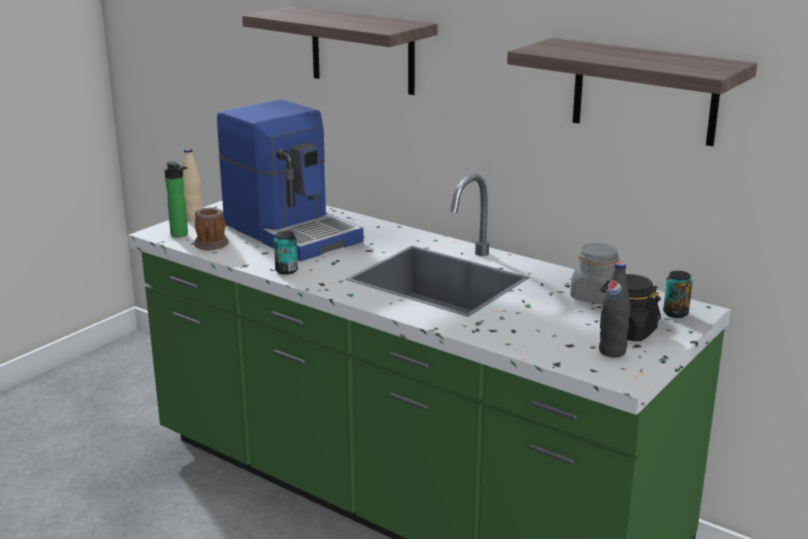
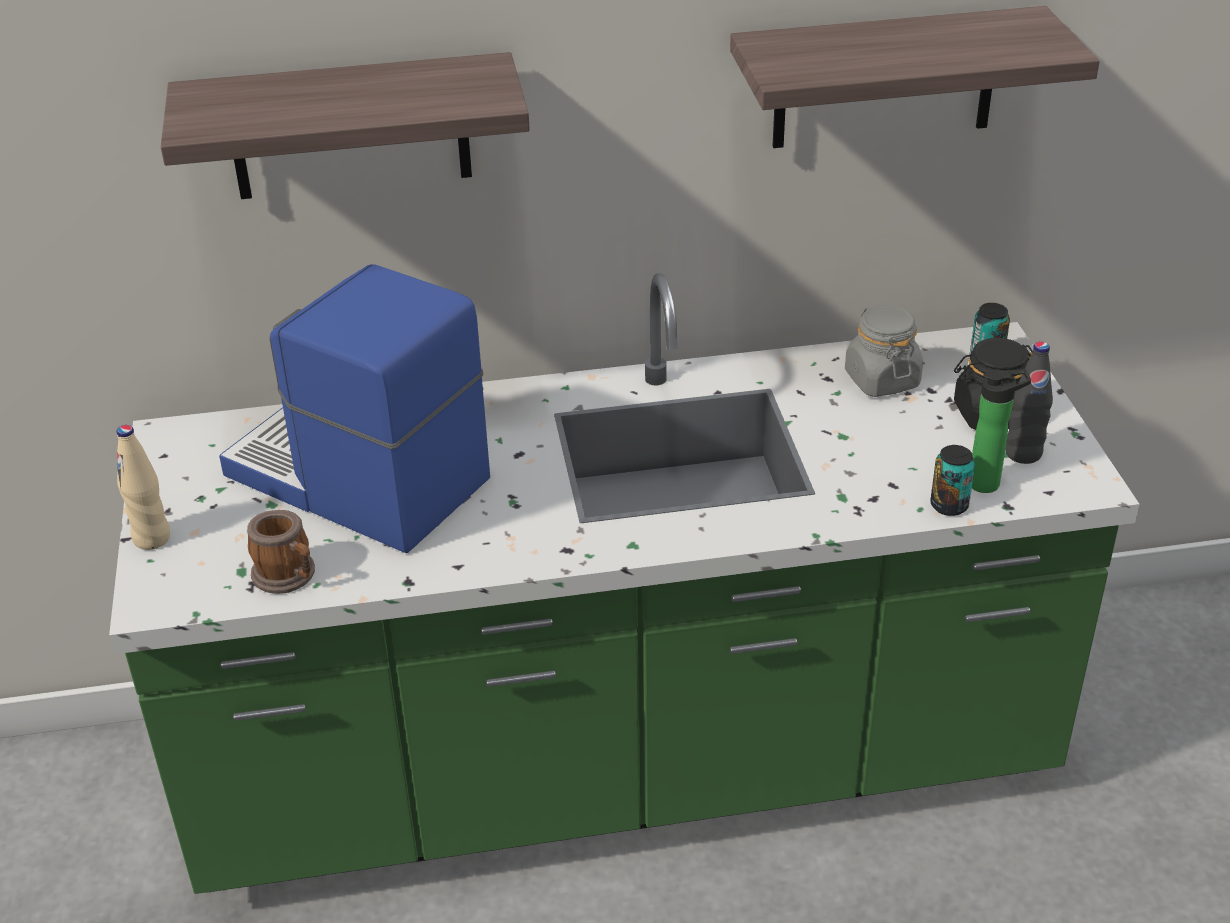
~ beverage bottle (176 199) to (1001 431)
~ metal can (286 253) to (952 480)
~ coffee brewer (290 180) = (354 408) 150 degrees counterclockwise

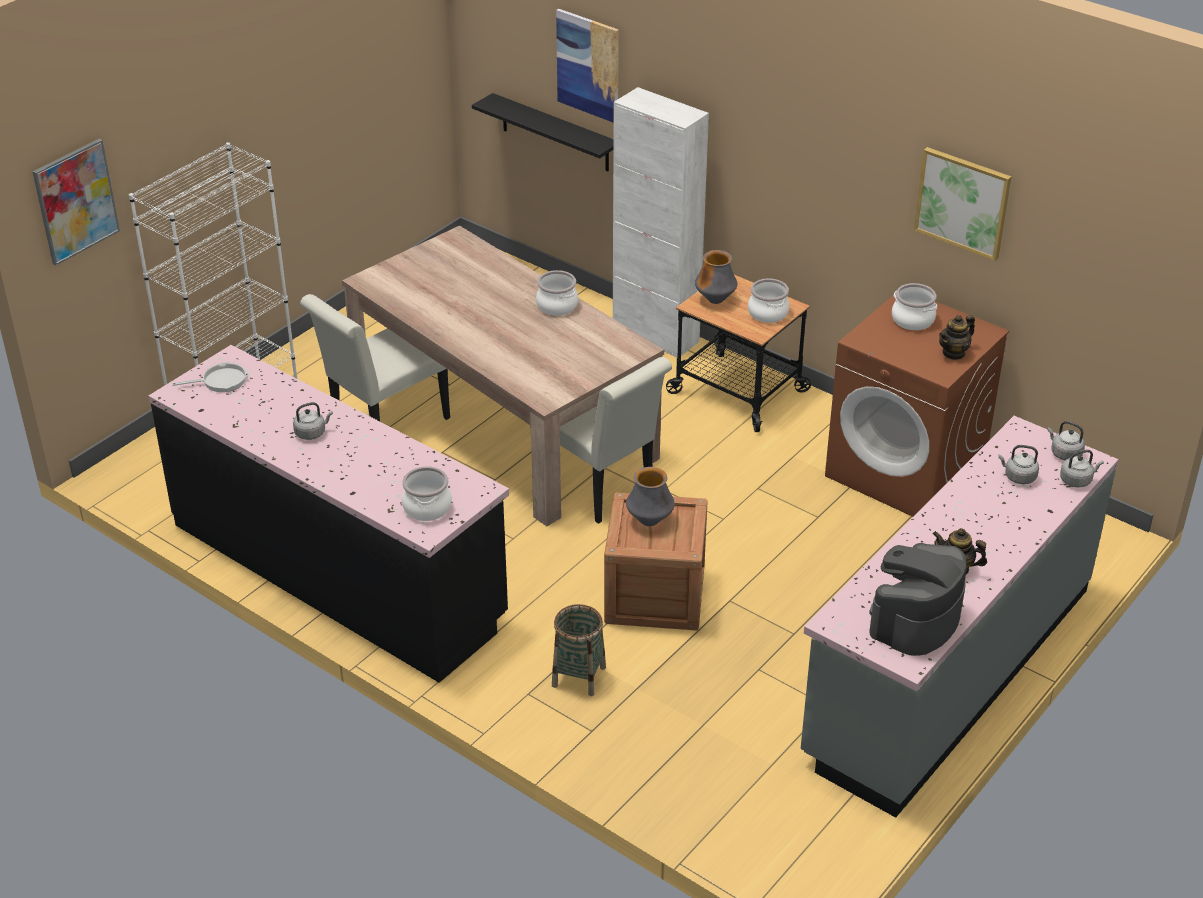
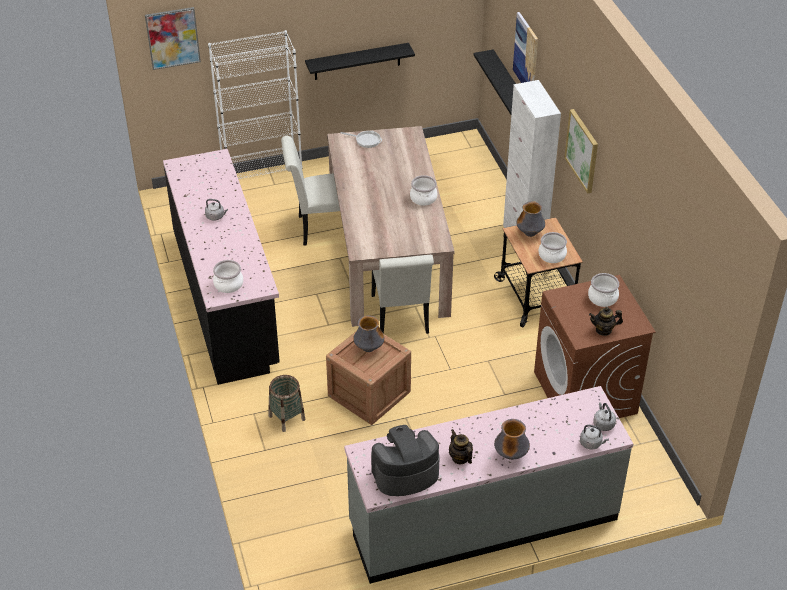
- greyish kettle (1018 464)
+ black-coloured bracket shelf (360 61)
+ vase (512 439)
~ frying pan (210 377) to (361 139)
~ picture (962 204) to (581 151)

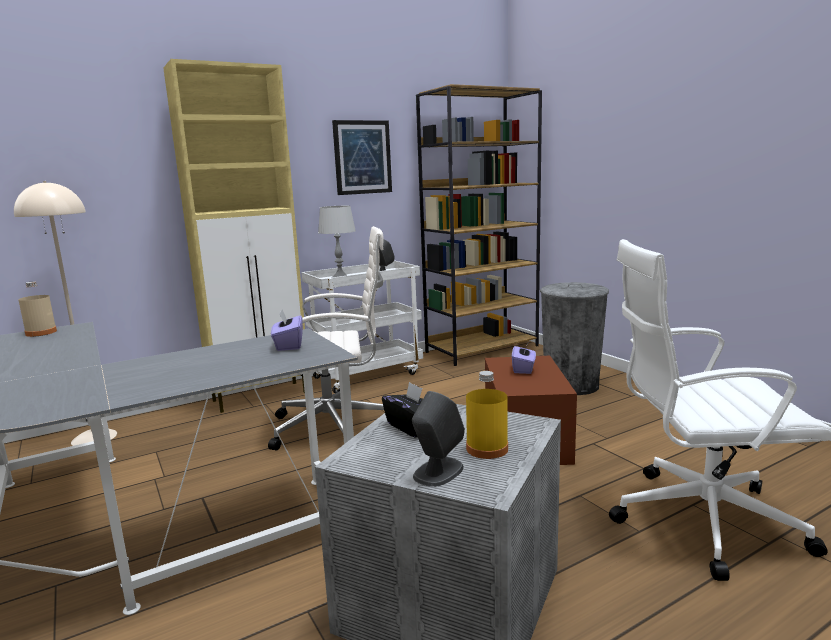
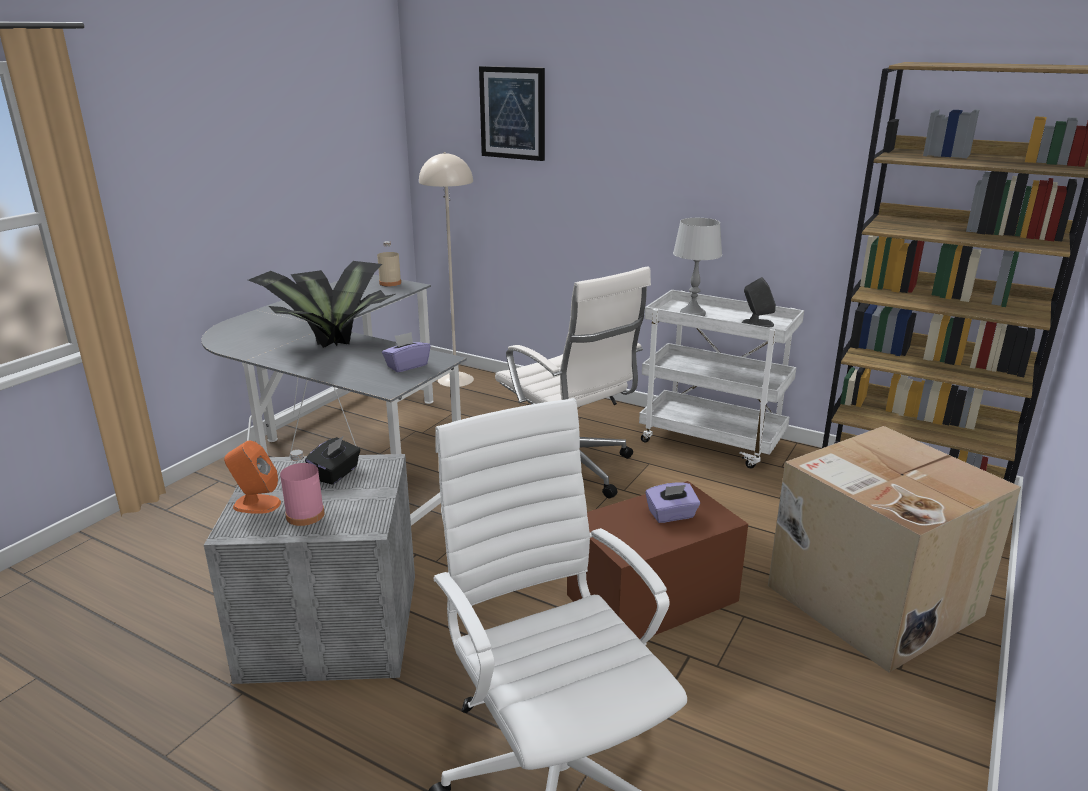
- beige cupboard (234 236)
+ plant in a pot (321 304)
~ picture (362 157) to (512 113)
~ greyish waste bin (574 338) to cardboard box (894 549)
~ greyish loudspeaker (438 439) to orange-coloured loudspeaker (252 477)
~ yellow beverage bottle (487 415) to pink beverage bottle (302 488)

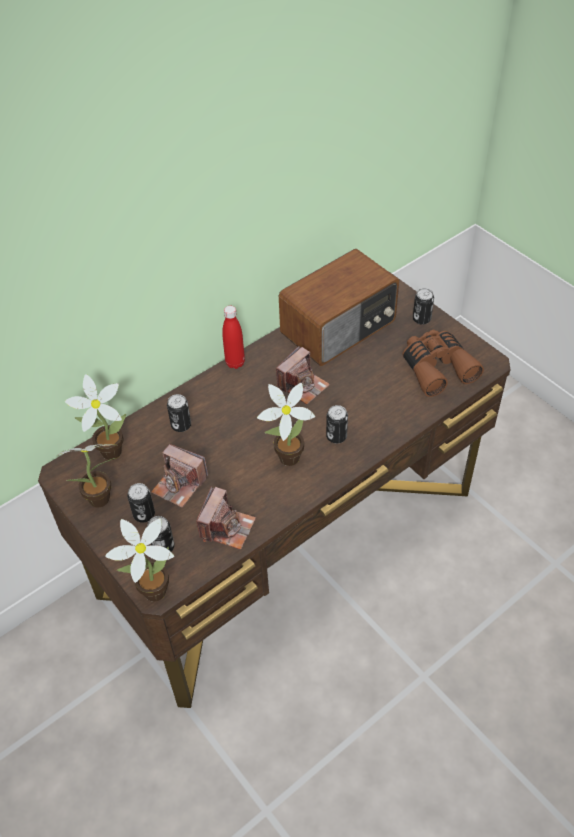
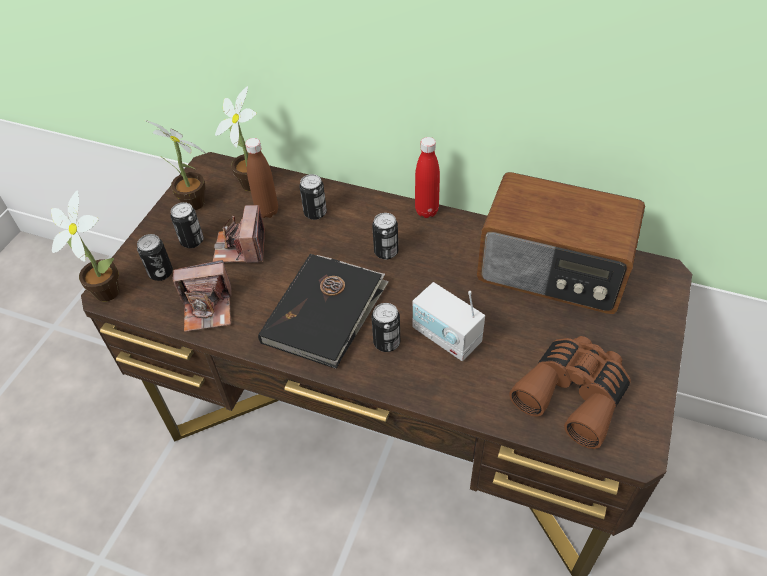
- still camera (303 375)
+ brownish beverage bottle (261 178)
+ radio set (448 321)
~ metal can (423 306) to (385 236)
~ plant in a pot (286 424) to black-coloured book (323 311)

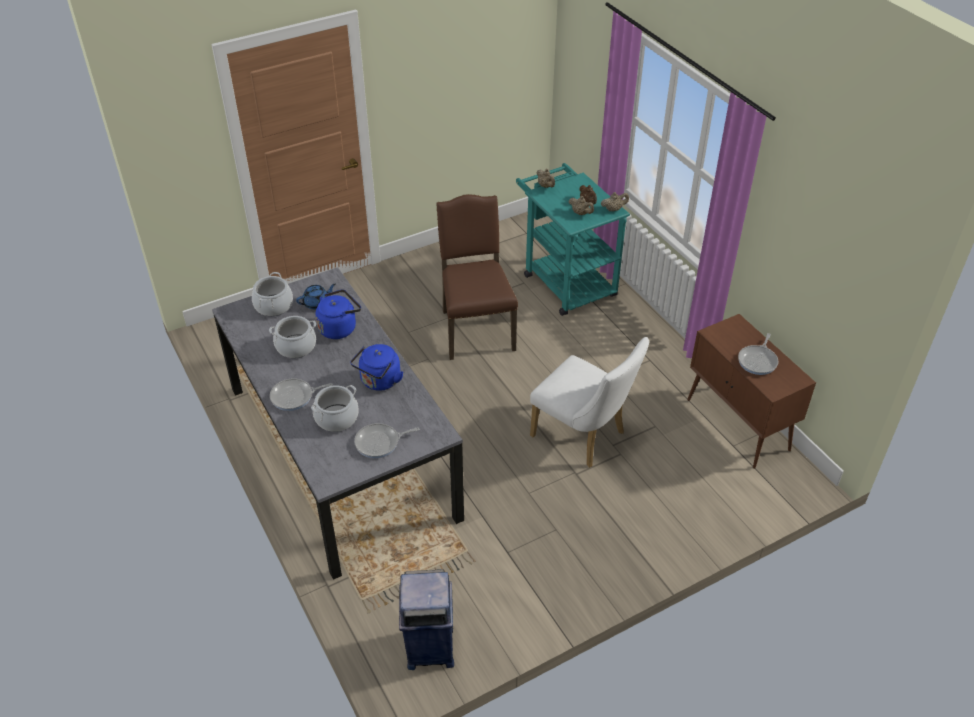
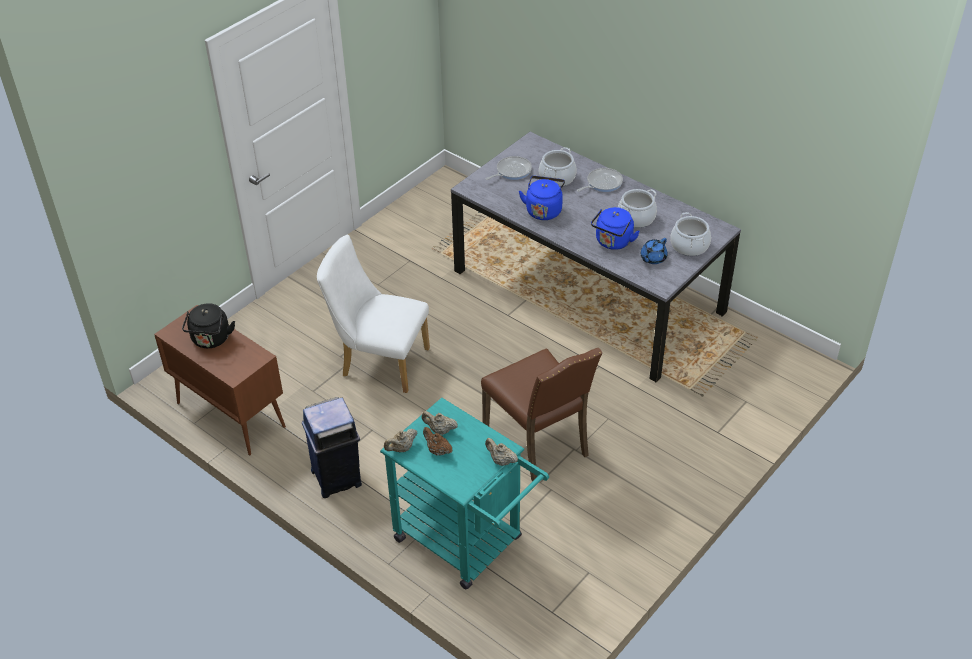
~ bluish waste bin (426 619) to (332 447)
~ frying pan (758 354) to black-coloured kettle (208 325)

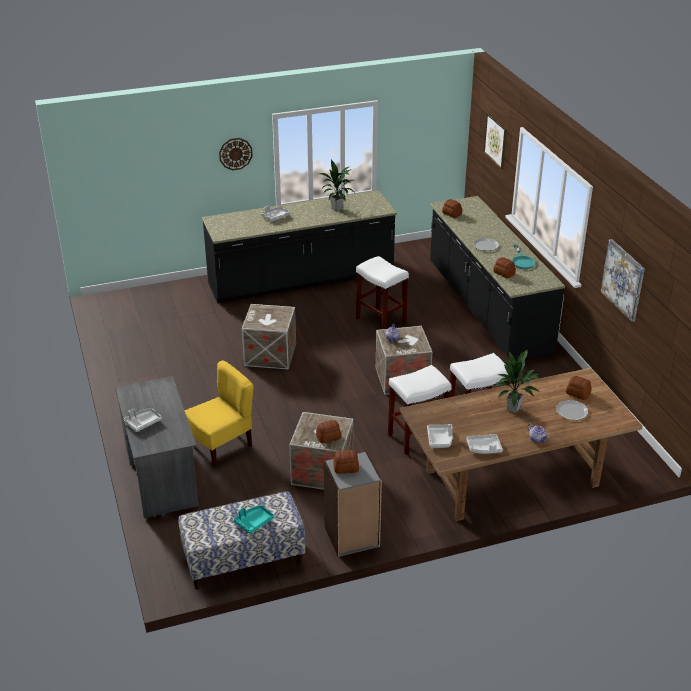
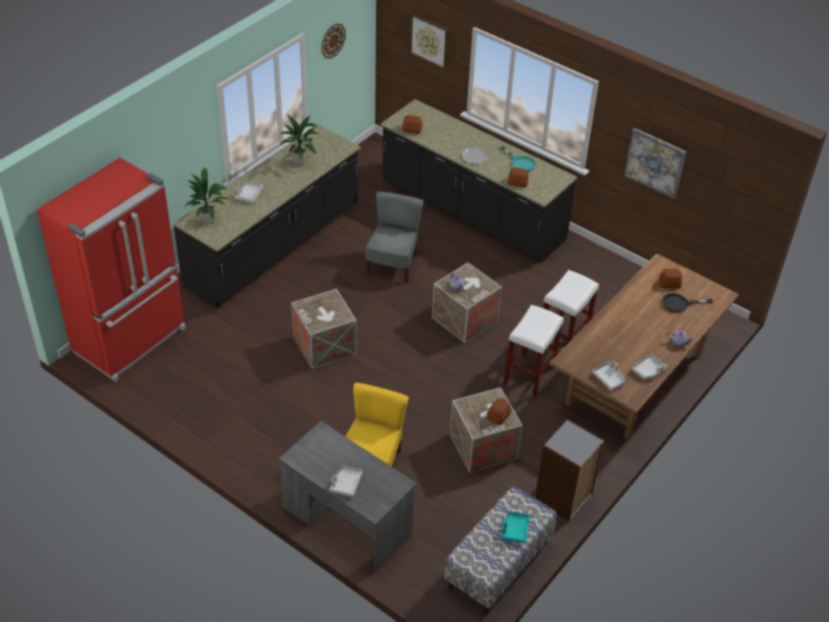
- baked bread (346 462)
+ red fridge (111 270)
~ hanging clock (236 154) to (334 41)
~ plant in a pot (516 381) to (205 195)
~ white-coloured stool seat (382 292) to greyish upright chair (394 237)
~ flat dish (572 410) to black-coloured frying pan (687 303)

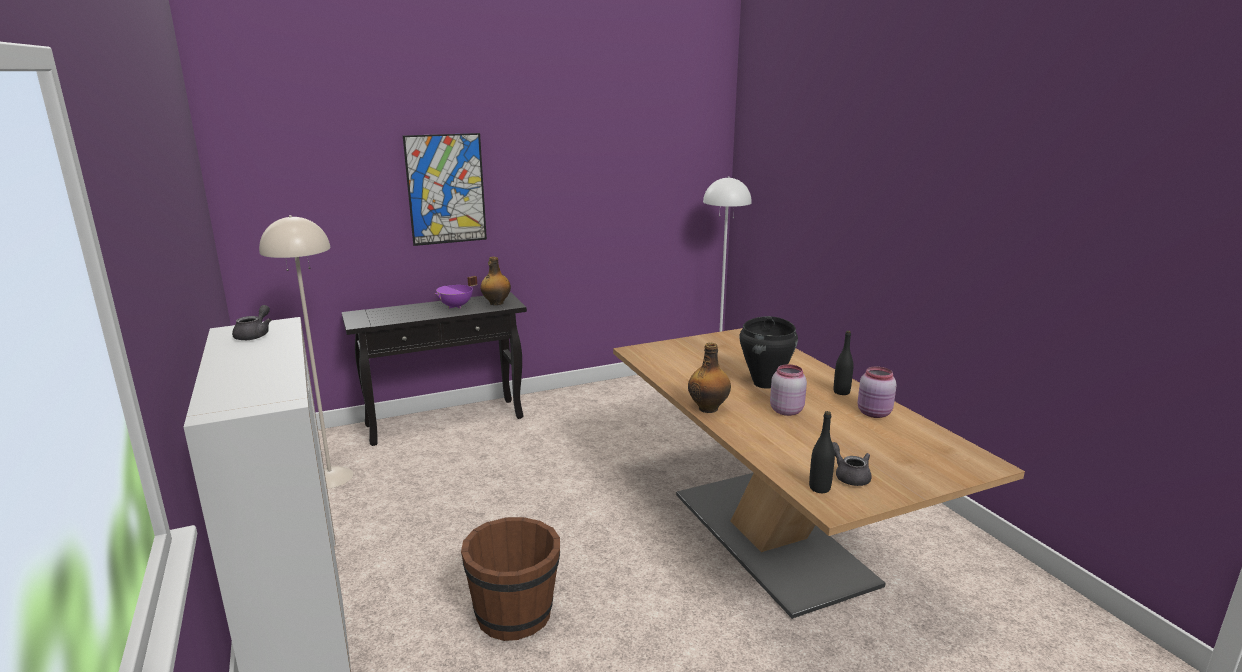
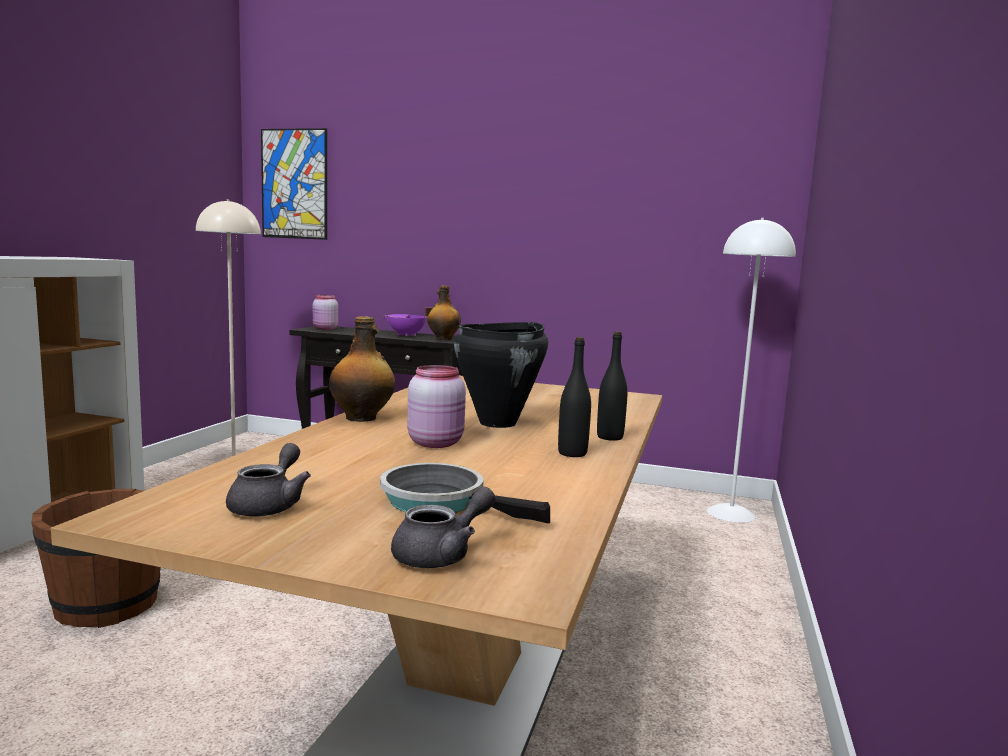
+ frying pan (465 493)
~ greyish pot for tea (251 322) to (443 527)
~ picture (445 189) to (294 184)
~ black-coloured beverage bottle (822 452) to (612 386)
~ pink storage jar (877 392) to (325 312)

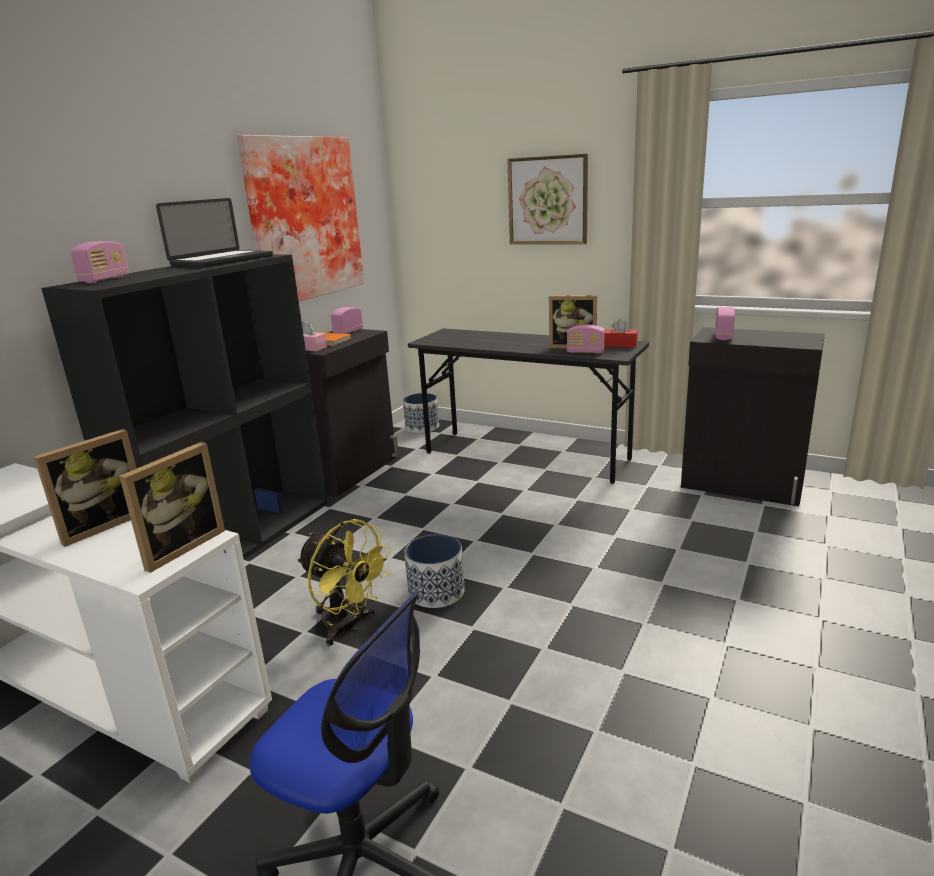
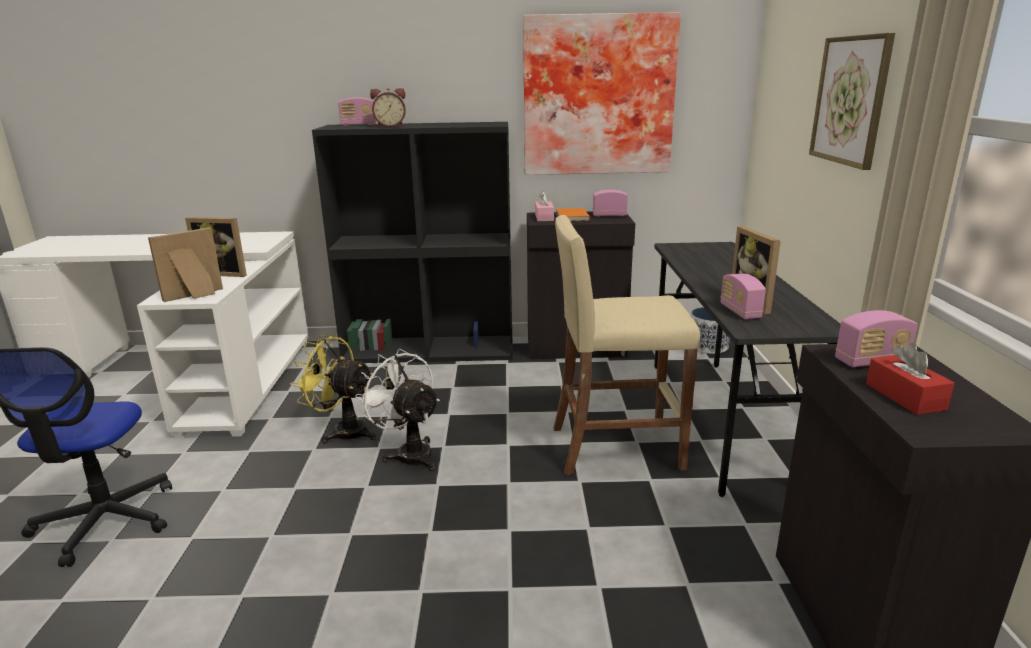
- notebook computer (214 232)
+ bedside clock (388 107)
+ beige stool seat (626 345)
~ red box of tissues (620 332) to (910 379)
~ planter (434 571) to white-coloured fan (397 410)
~ picture frame (172 507) = (185 264) 135 degrees clockwise
~ yellow fan (344 582) = (333 389) 105 degrees clockwise

